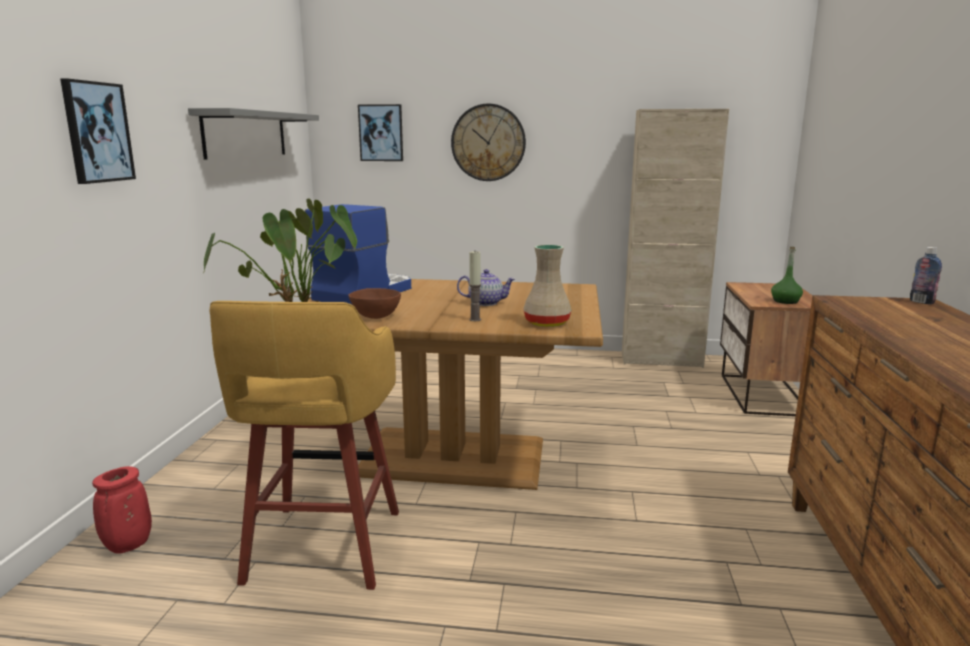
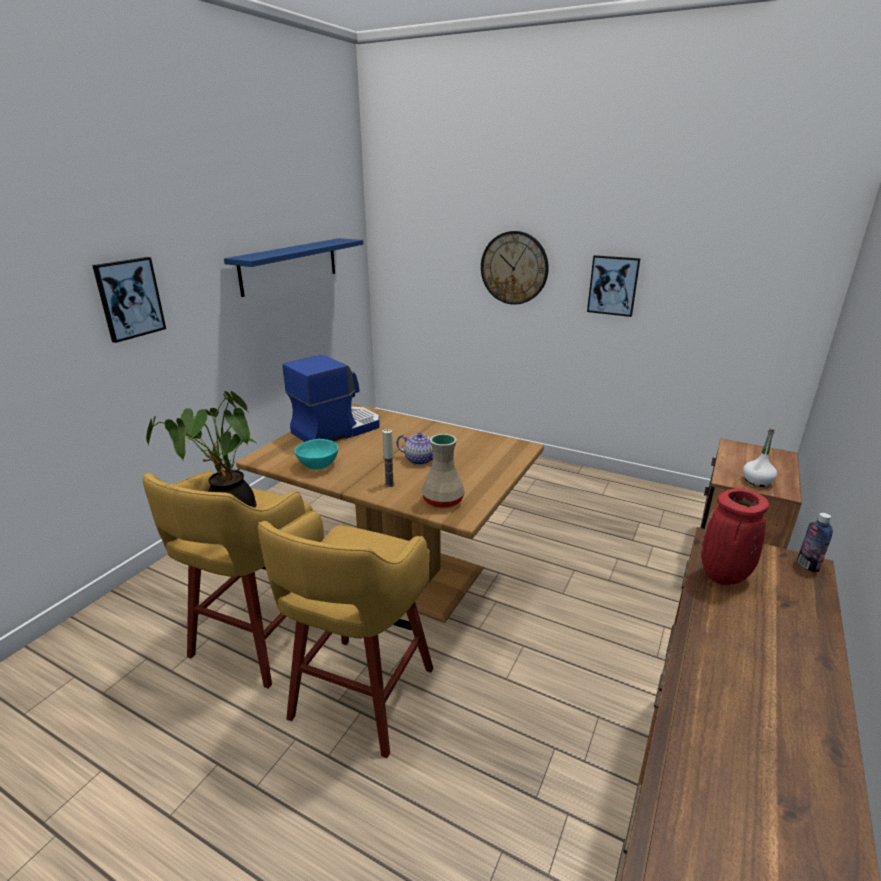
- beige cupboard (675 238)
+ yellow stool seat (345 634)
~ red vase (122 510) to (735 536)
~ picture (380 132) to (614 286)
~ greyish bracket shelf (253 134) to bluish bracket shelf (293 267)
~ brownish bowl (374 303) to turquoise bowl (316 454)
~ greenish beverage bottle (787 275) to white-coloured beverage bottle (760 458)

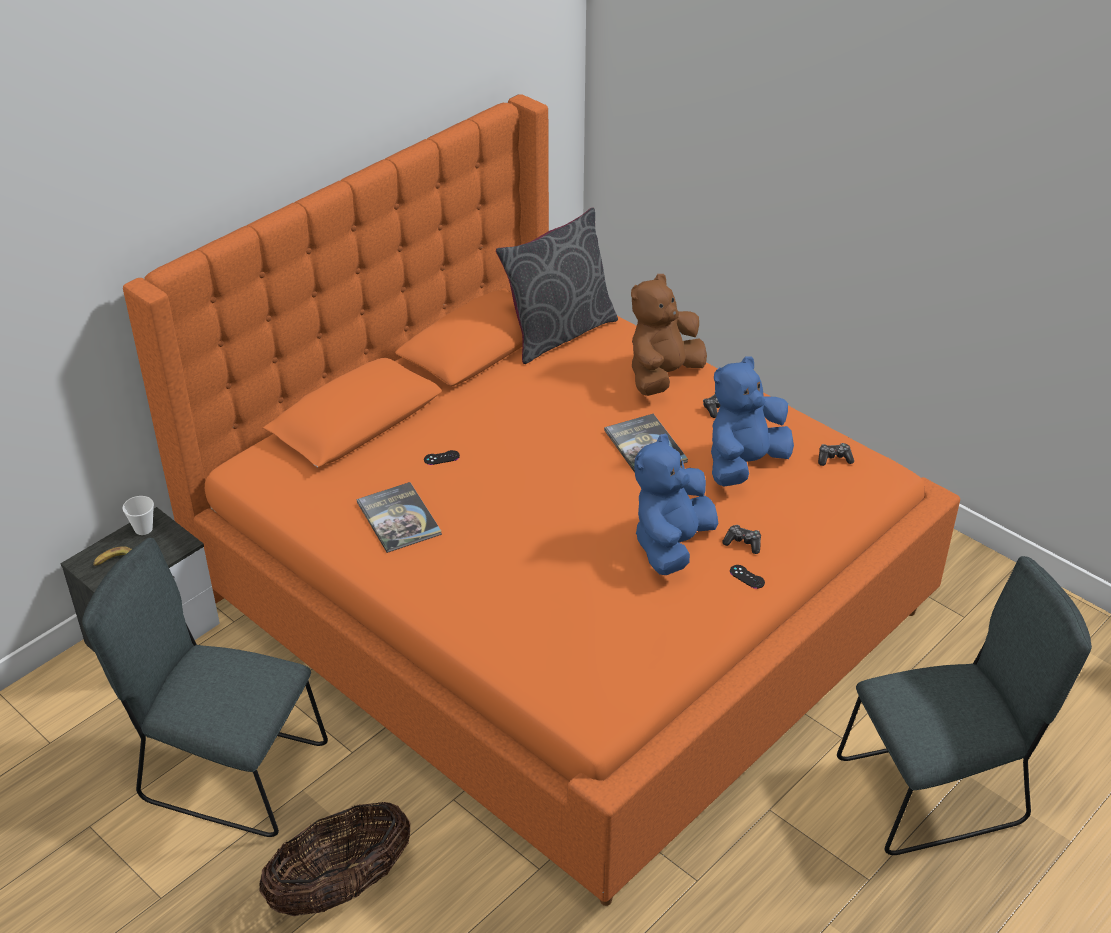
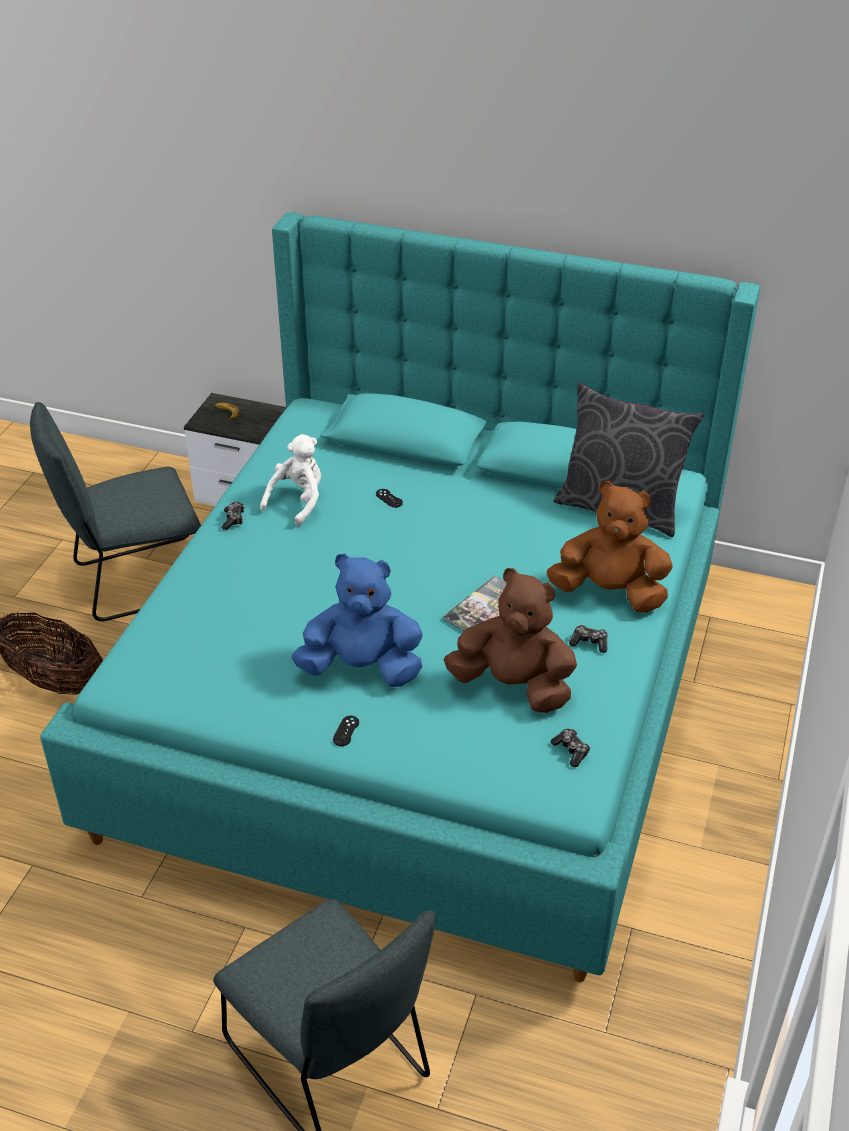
- drinking cup (138 515)
~ joypad (741 539) to (233 516)
~ book (399 517) to white-coloured cuddly toy (290 480)
~ orange-coloured bedroom bed (541 500) to turquoise bedroom bed (400 597)
~ bluish cuddly toy (752 421) to brownish cuddly toy (510 640)
~ greyish upright chair (205 687) = (115 511) 105 degrees counterclockwise

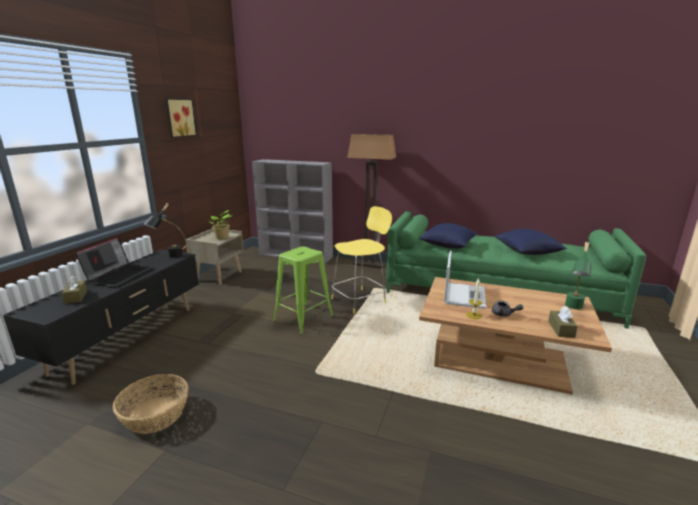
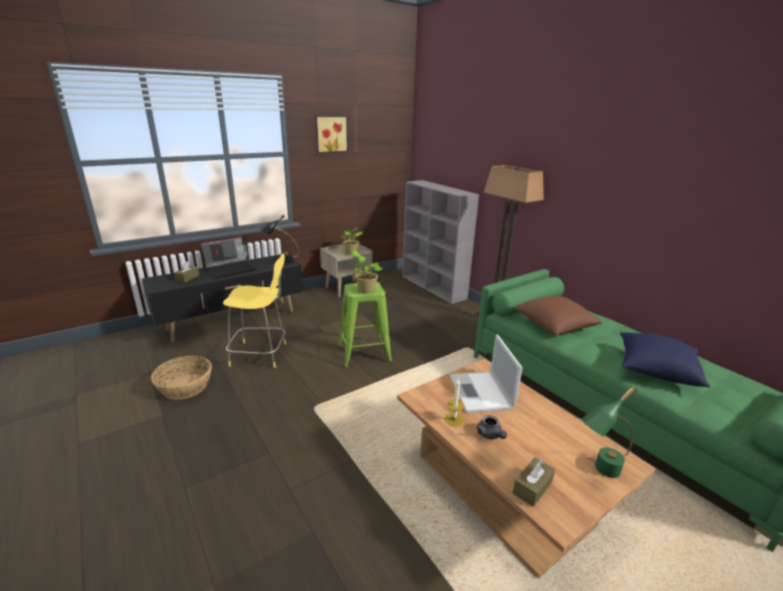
+ plant in a pot (368 272)
~ yellow stool seat (361 260) to (254 310)
~ bluish cushion (448 236) to brownish cushion (558 315)
~ notebook computer (465 280) = (486 374) 120 degrees clockwise

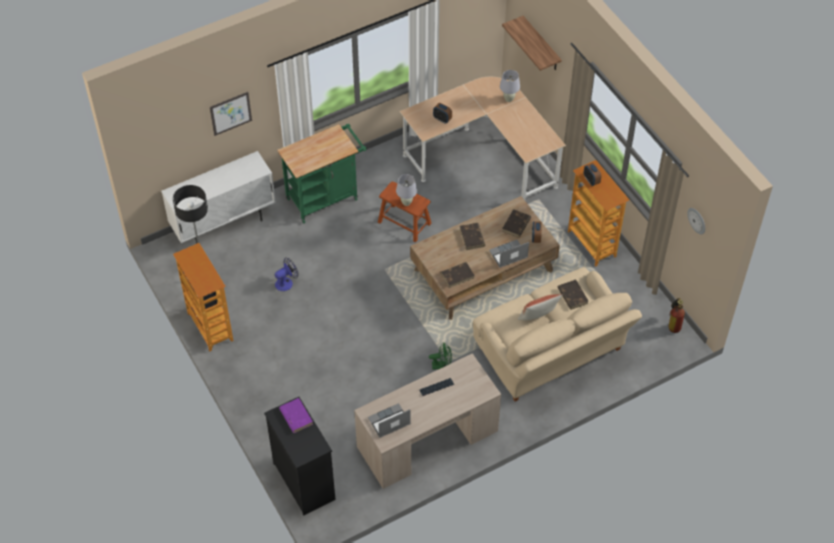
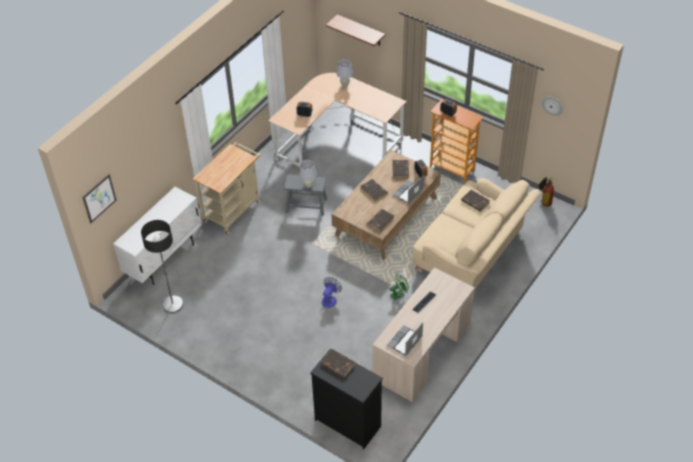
- bookshelf (203 297)
- cushion (540 307)
~ picture (231 114) to (99 198)
~ fan (287 274) to (332 292)
~ greenish wheeled cart (322 173) to beige wheeled cart (227 188)
~ purplish book (296 415) to brownish book (338 363)
~ brownish stool seat (405 212) to greyish stool seat (305 195)

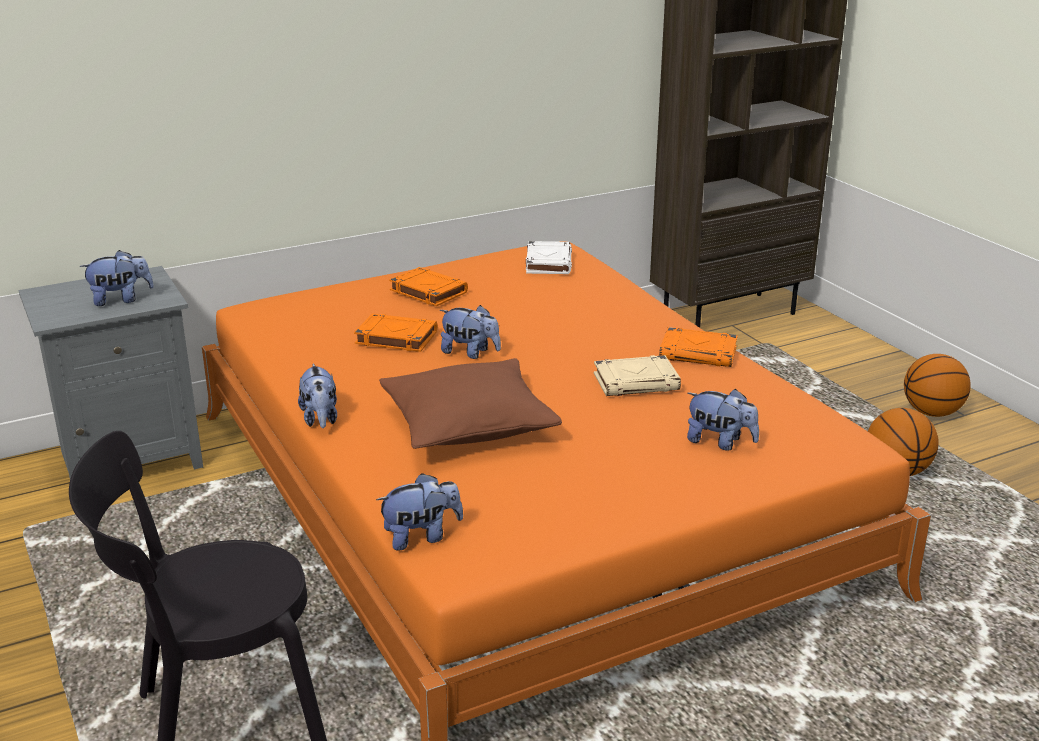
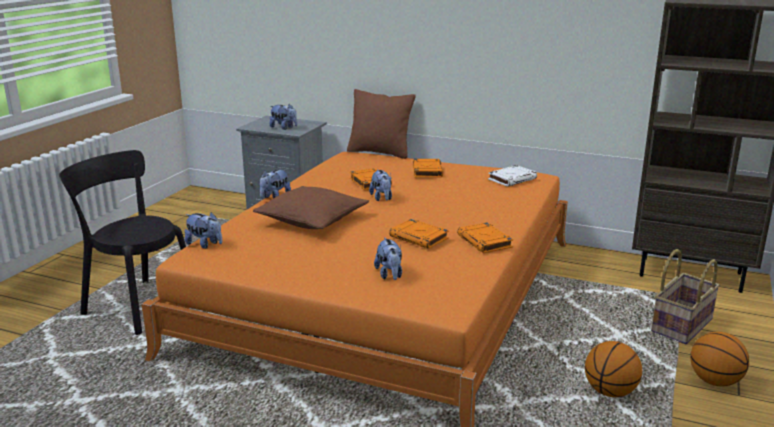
+ brownish cushion (381 124)
+ household basket (685 296)
~ beige book (637 375) to orange-coloured book (419 234)

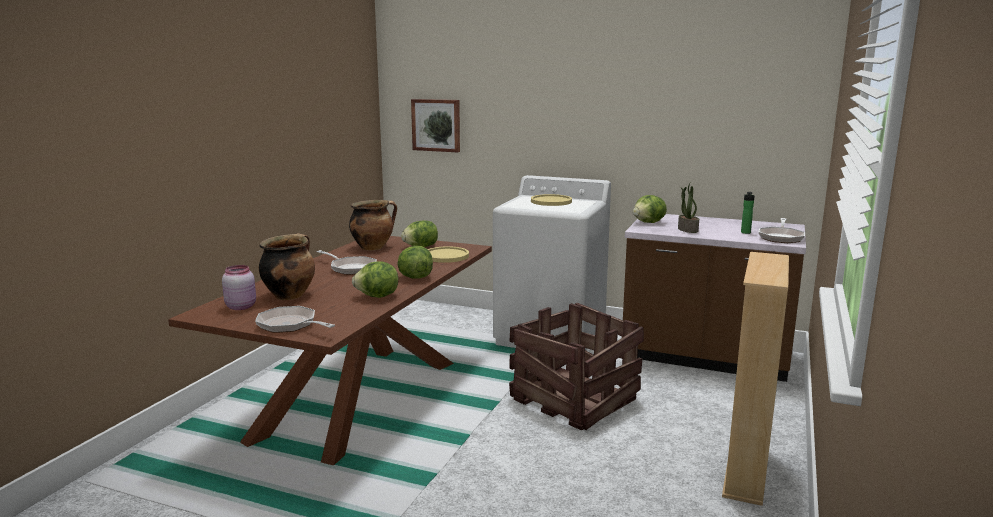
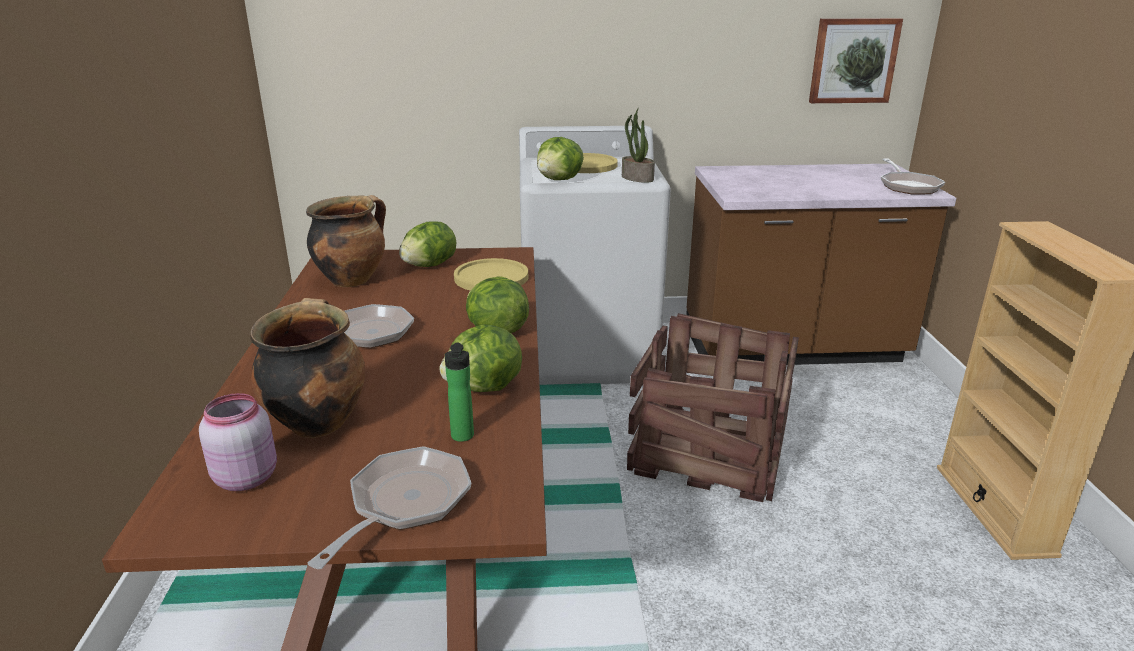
~ picture (435 125) to (856 60)
~ lettuce head (650 209) to (560 158)
~ plant in a pot (688 208) to (638 145)
~ beverage bottle (748 213) to (459 392)
~ frying pan (295 319) = (389 507) 105 degrees clockwise

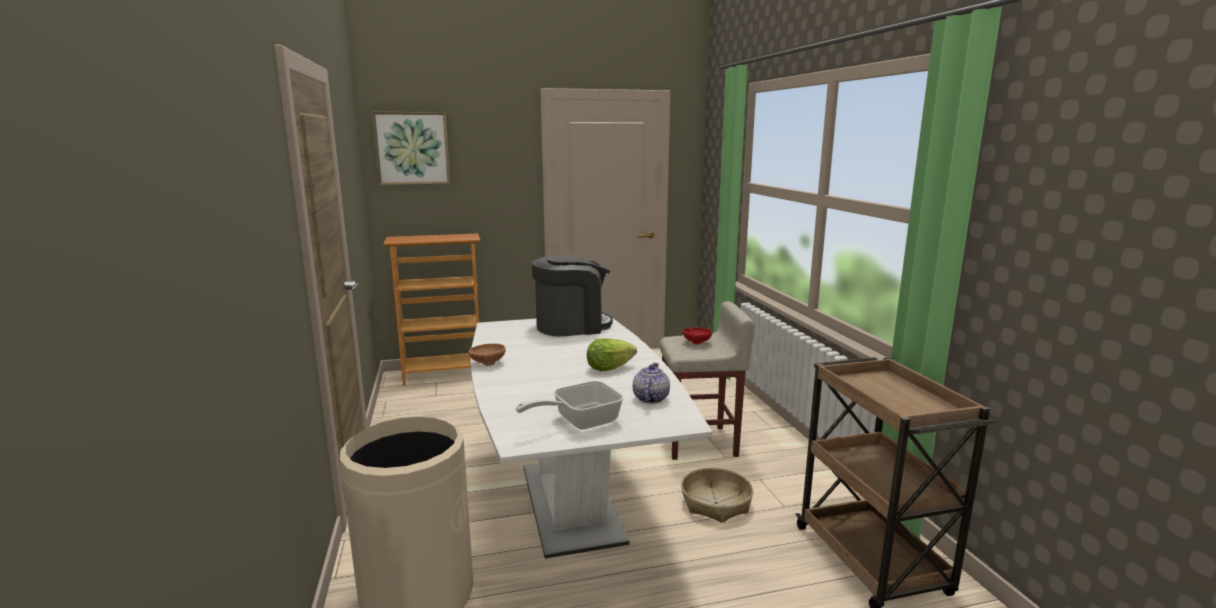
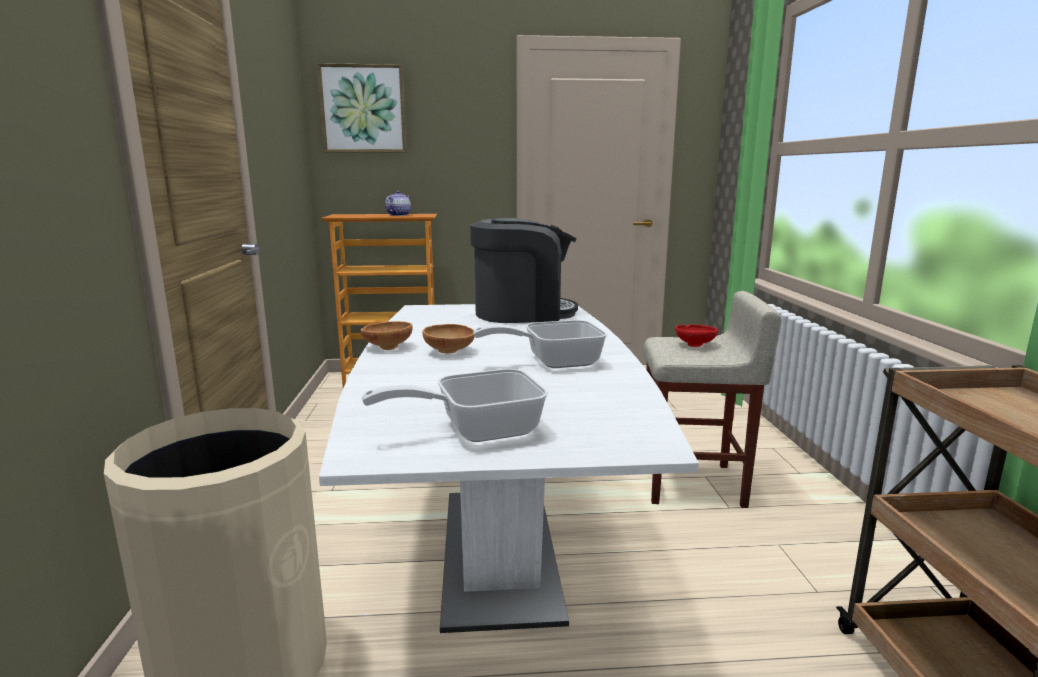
- household basket (717 495)
+ brownish bowl (449 338)
~ pot for tea (651 383) to (398 203)
~ lettuce head (612 354) to frying pan (540 344)

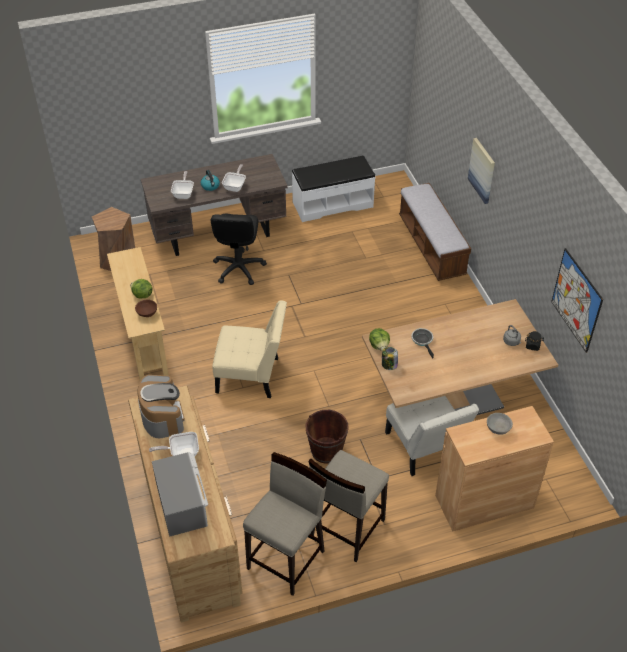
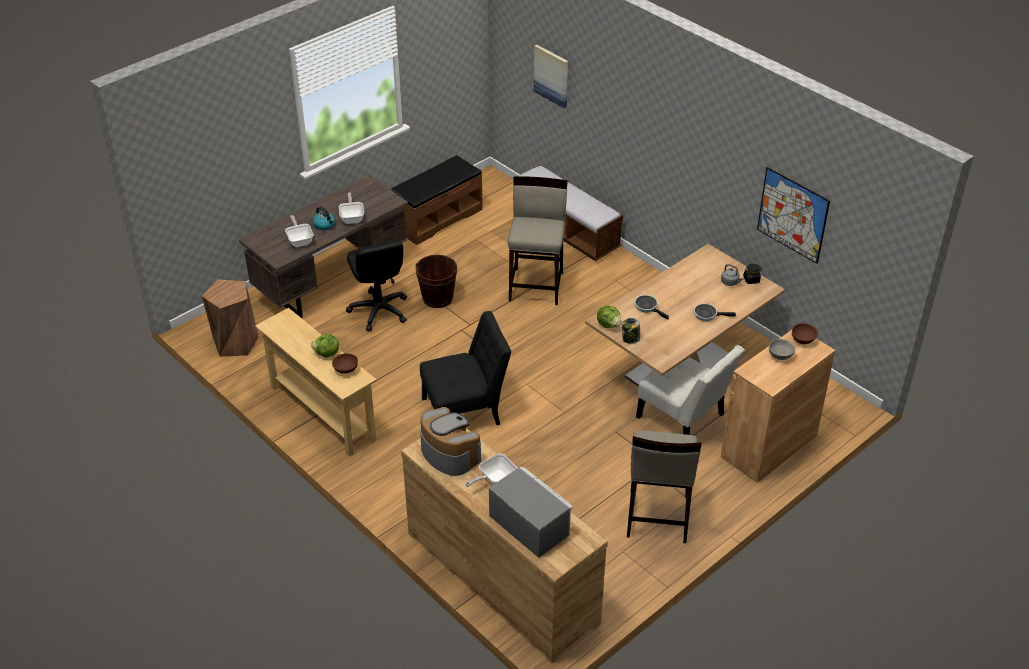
+ frying pan (715 312)
+ brownish bowl (805 333)
~ beige stool seat (285 524) to (537 240)
~ brownish bucket (327 436) to (436 281)
~ picture (481 171) to (551 76)
~ beige upright chair (249 349) to black-coloured upright chair (465 368)
~ white-coloured long seat (333 188) to brownish long seat (436 200)

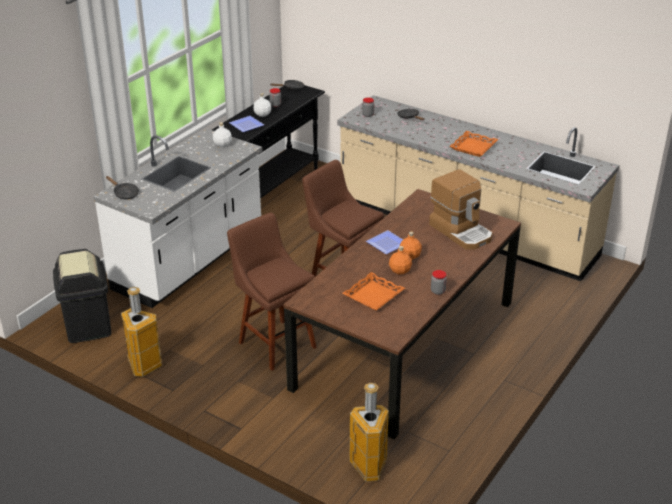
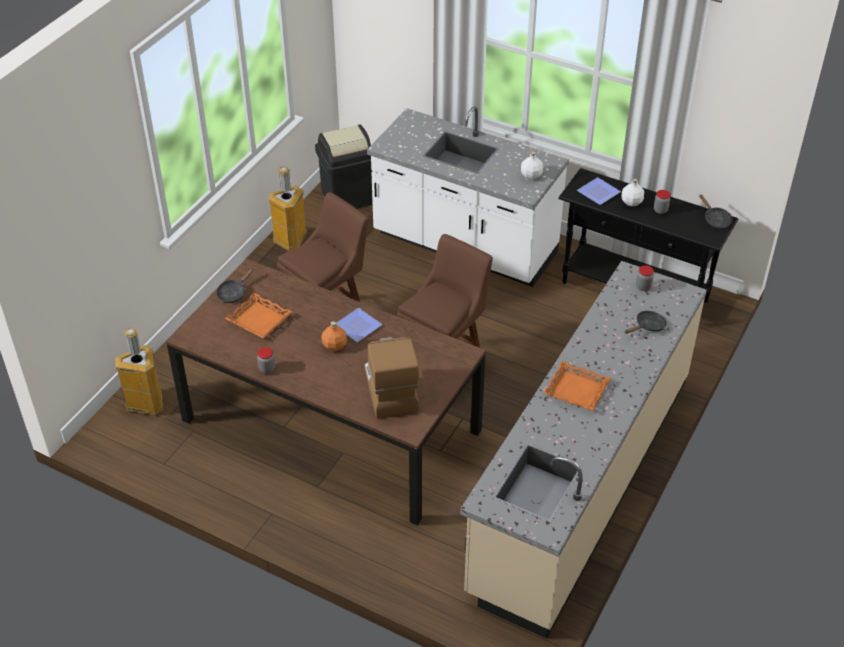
- orange-coloured beverage bottle (400 260)
~ black-coloured frying pan (122 187) to (235 285)
~ coffee brewer (460 209) = (392 377) 120 degrees clockwise

